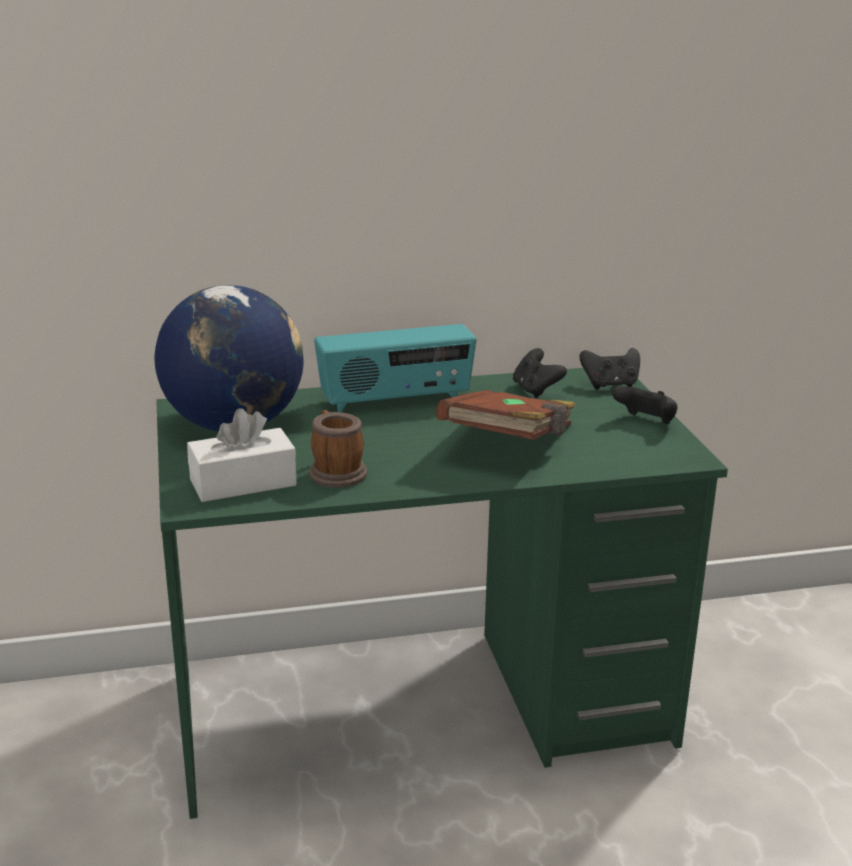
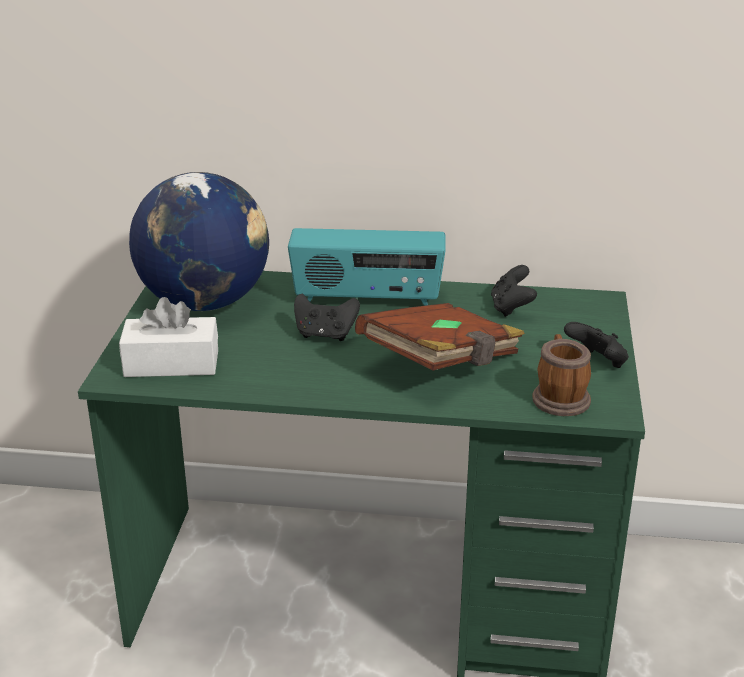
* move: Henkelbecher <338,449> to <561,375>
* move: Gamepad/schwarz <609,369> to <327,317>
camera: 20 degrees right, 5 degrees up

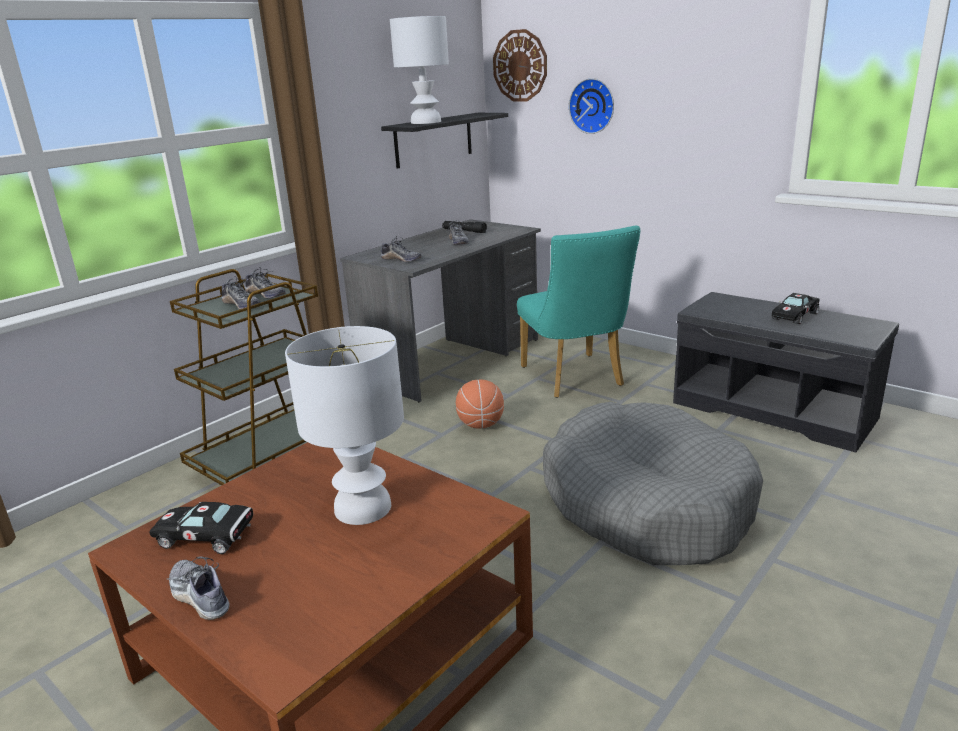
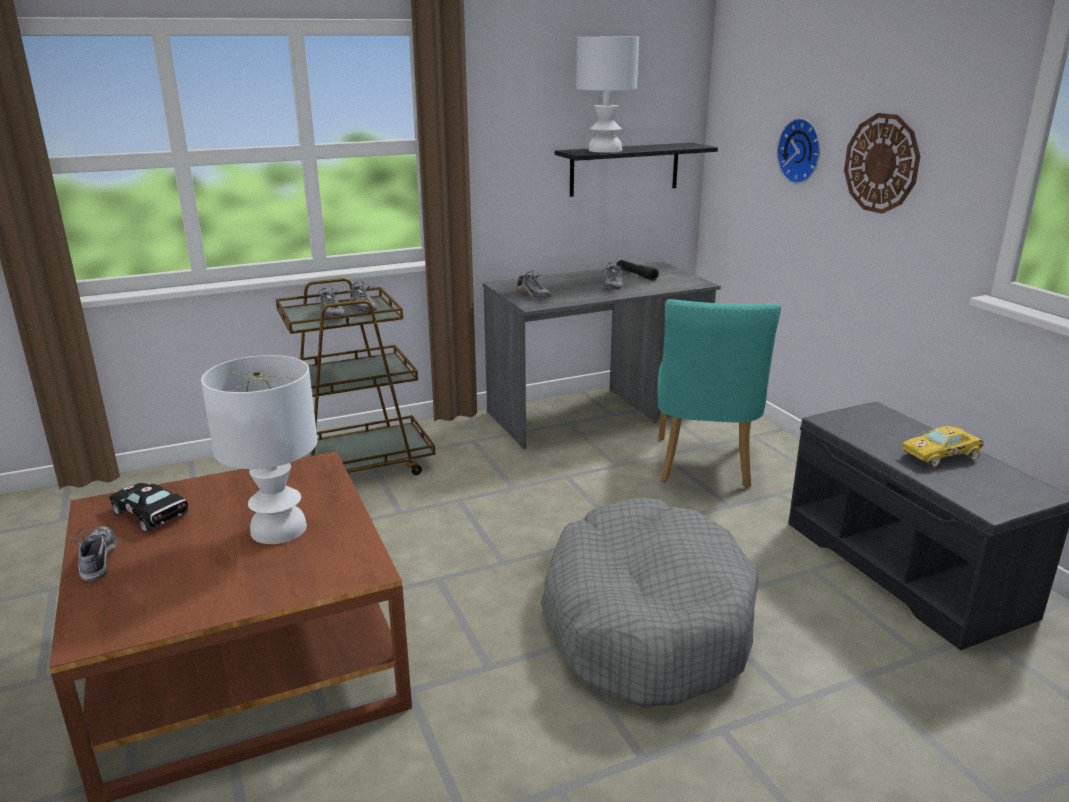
* delete: Basketball <480,404>
* move: Wanduhr <520,65> to <882,163>
* recolor: Spielzeugauto/schwarz <796,308> to Spielzeugauto/gelb <943,446>
camera: 25 degrees right, 0 degrees up

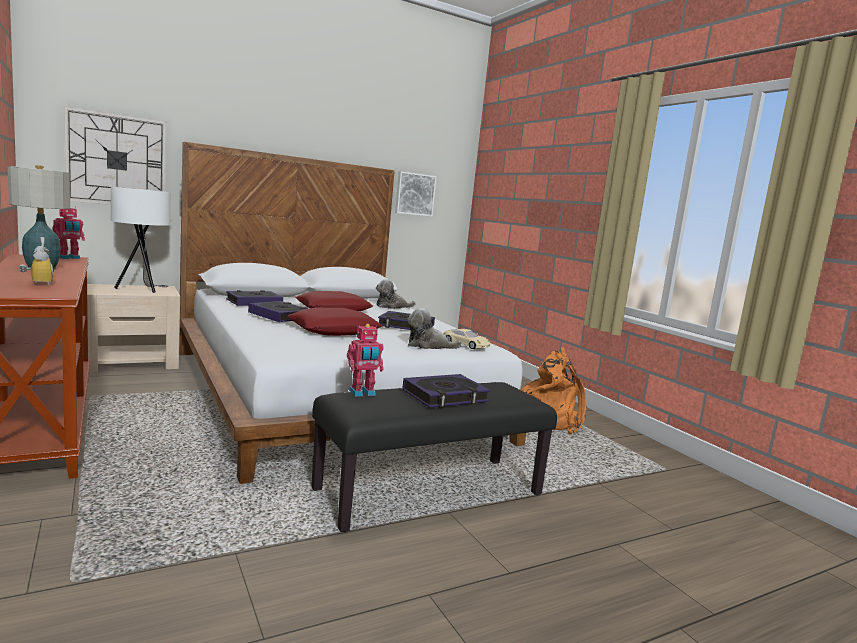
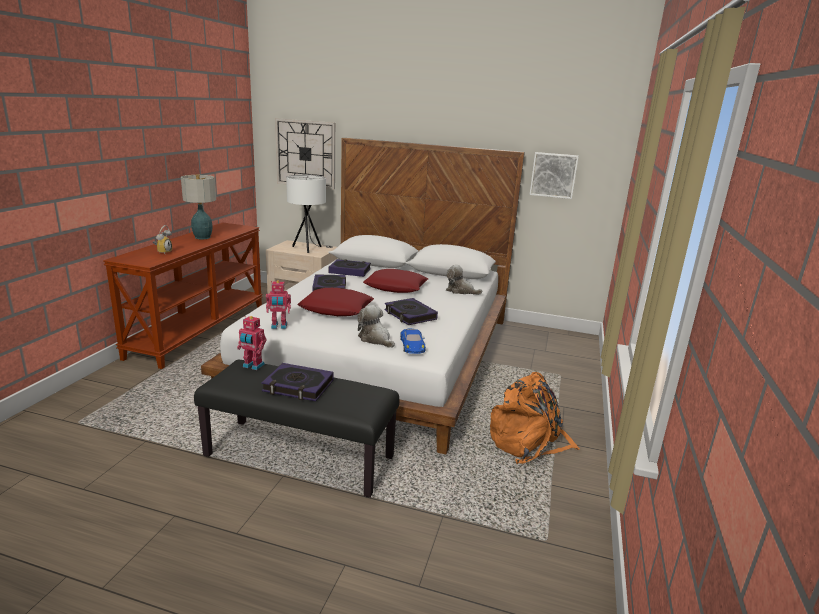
* move: Spielzeugroboter <68,233> to <278,304>
* recolor: Spielzeugauto/beige <466,339> to Spielzeugauto/blau <413,341>
camera: 45 degrees right, 10 degrees up

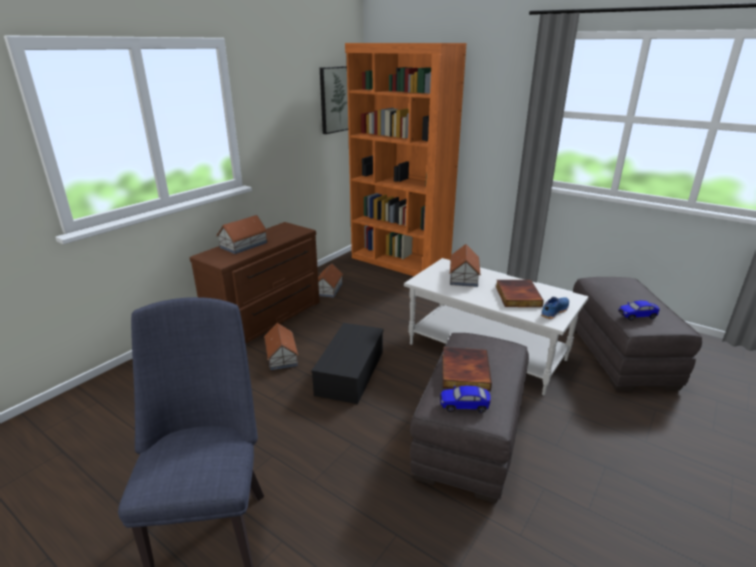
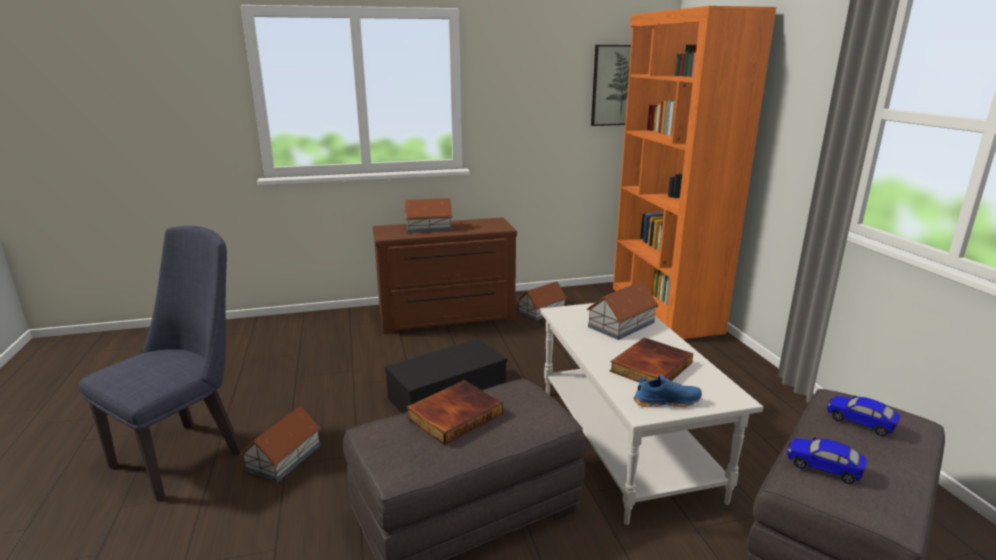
* move: Spielzeughaus <281,346> to <280,444>
* move: Spielzeugauto <465,399> to <863,416>
camera: 40 degrees right, 5 degrees down

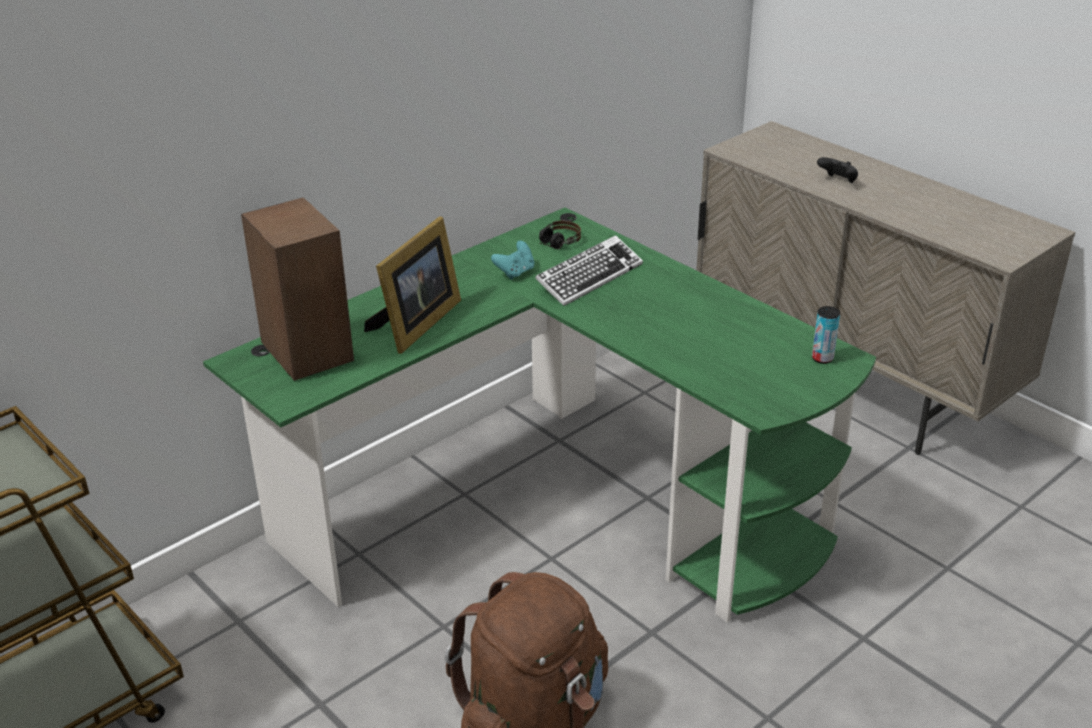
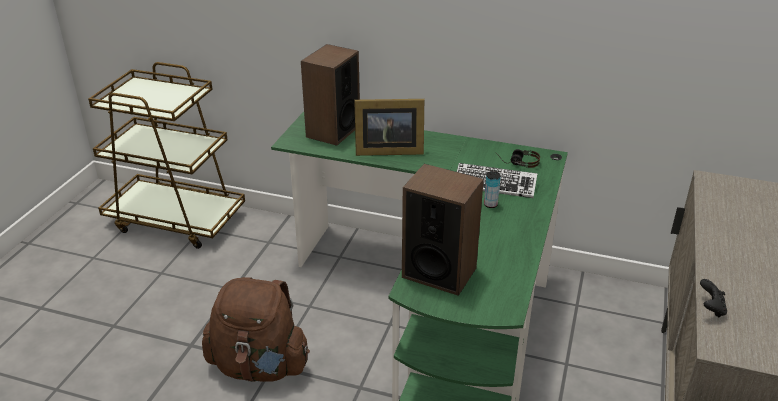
* delete: Gamepad/türkis <513,260>
* insert: Lautsprecher <443,230>
* move: Dose <826,335> to <492,189>
* move: Gamepad/schwarz <837,170> to <713,298>
camera: 60 degrees right, 0 degrees up

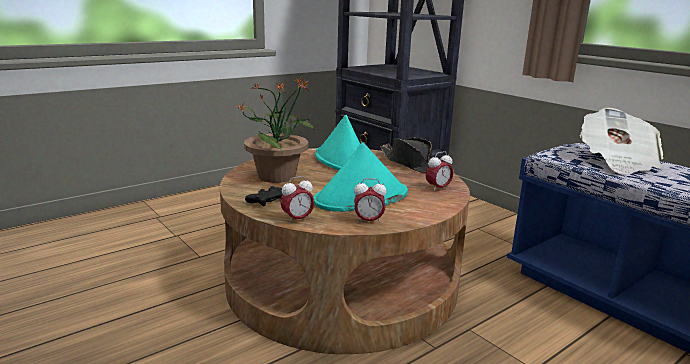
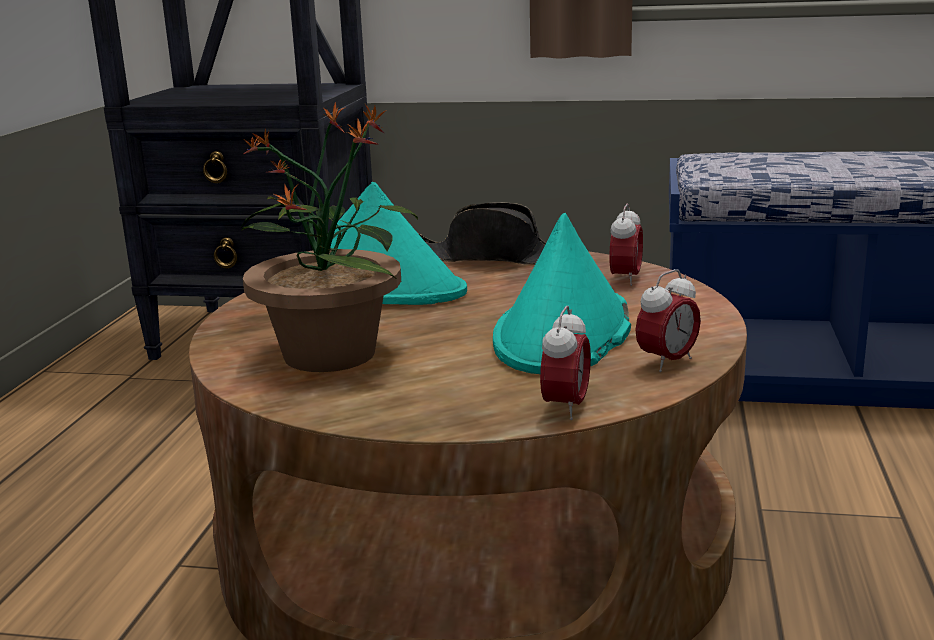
* delete: Gamepad/schwarz <264,196>
* delete: Zeitung <621,141>
camera: 40 degrees left, 0 degrees up

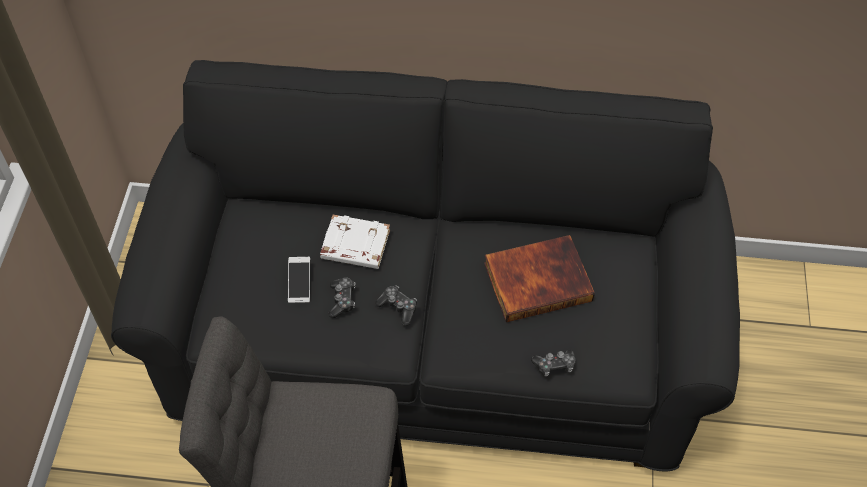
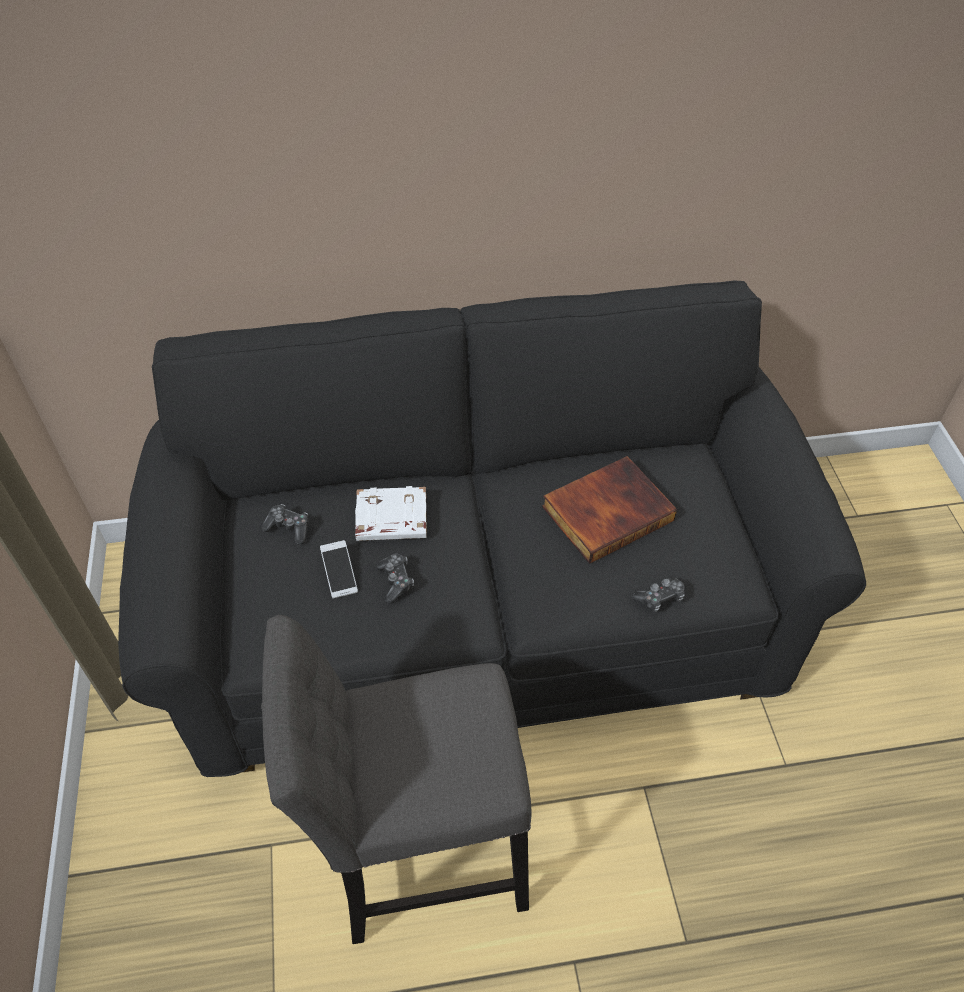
* move: Gamepad <396,306> to <285,524>
camera: 15 degrees left, 5 degrees down

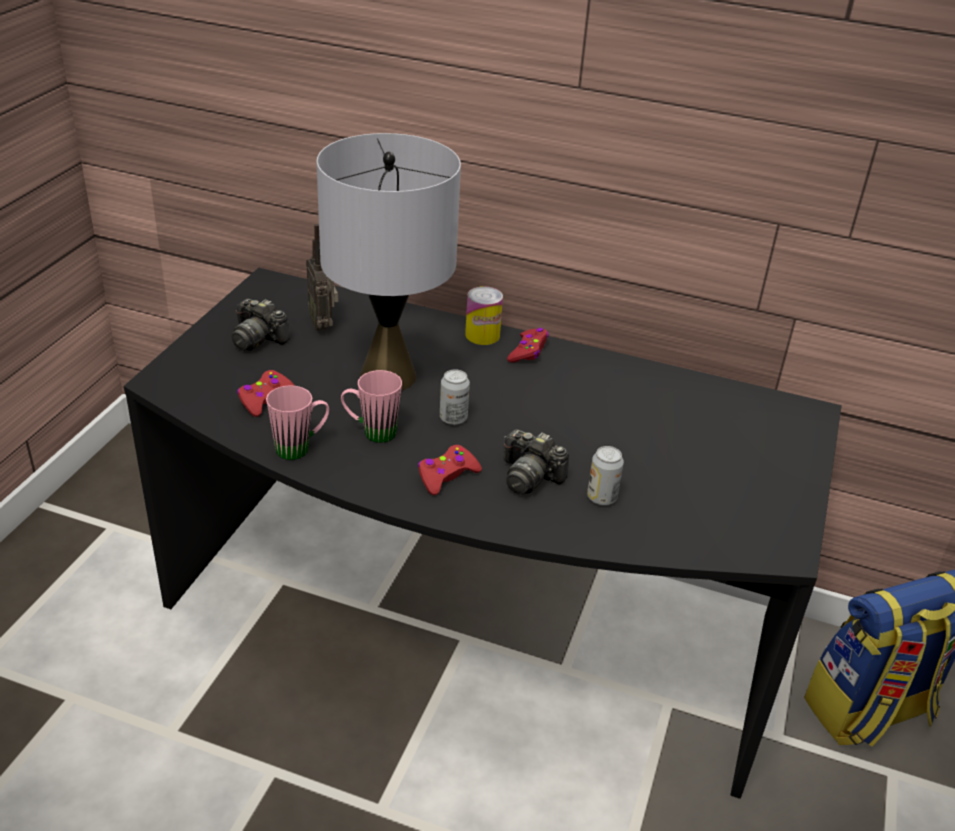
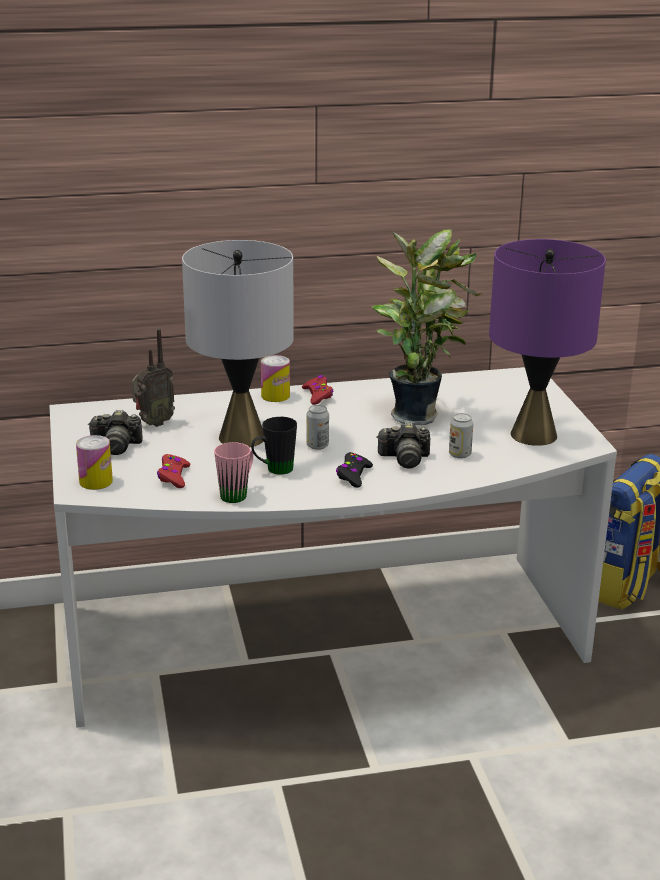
* insert: Dose <94,462>
* insert: Topfpflanze <427,327>
* insert: Tischlampe/lila <547,342>
* recolor: Schreibtisch/schwarz <483,533> to Schreibtisch/weiß <333,547>
* recolor: Henkelbecher/rosa <371,406> to Henkelbecher/schwarz <274,446>
* recolor: Gamepad/rot <450,470> to Gamepad/schwarz <354,470>
* rotate: Radio <322,277> = <153,378> 75 degrees counterclockwise
camera: 30 degrees left, 10 degrees down

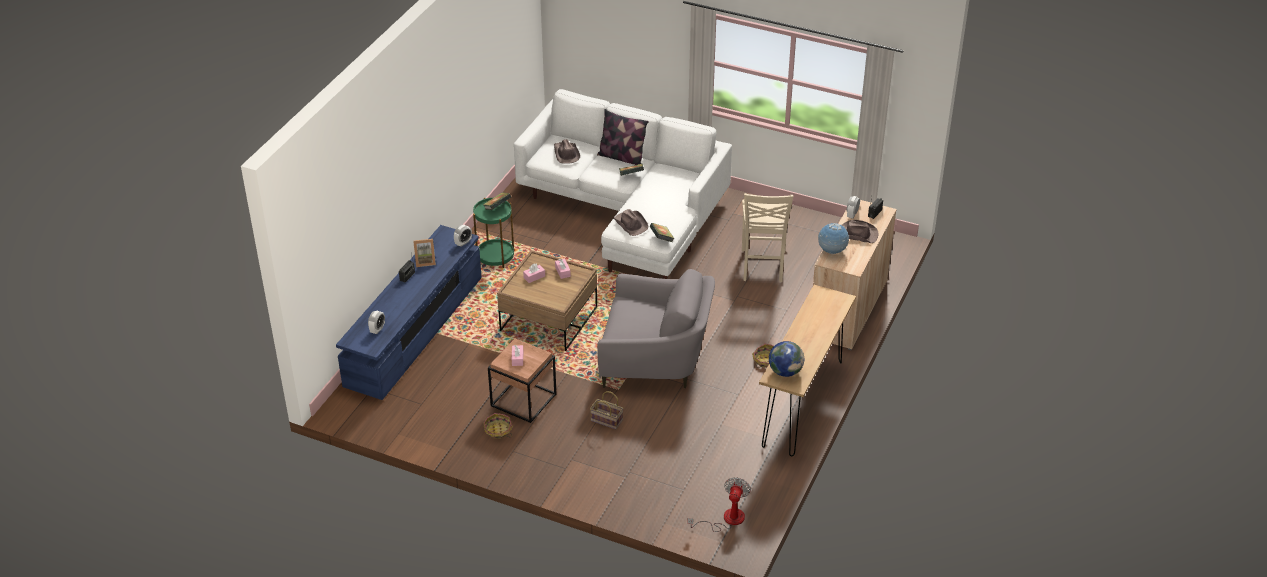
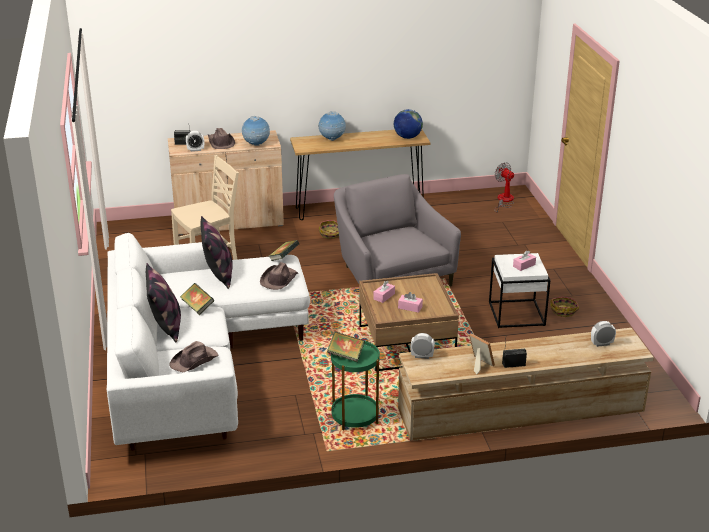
* delete: Korb <606,410>
* insert: Kissen <216,252>
* insert: Globus <332,126>
* recolor: Fernsehschrank/blau <409,312> to Fernsehschrank/beige <526,384>
* recolor: Beistelltisch/braun <522,380> to Beistelltisch/weiß <520,290>
* rotate: Ventilator <719,504> = <504,187> 75 degrees clockwise
camera: 125 degrees left, 10 degrees down

